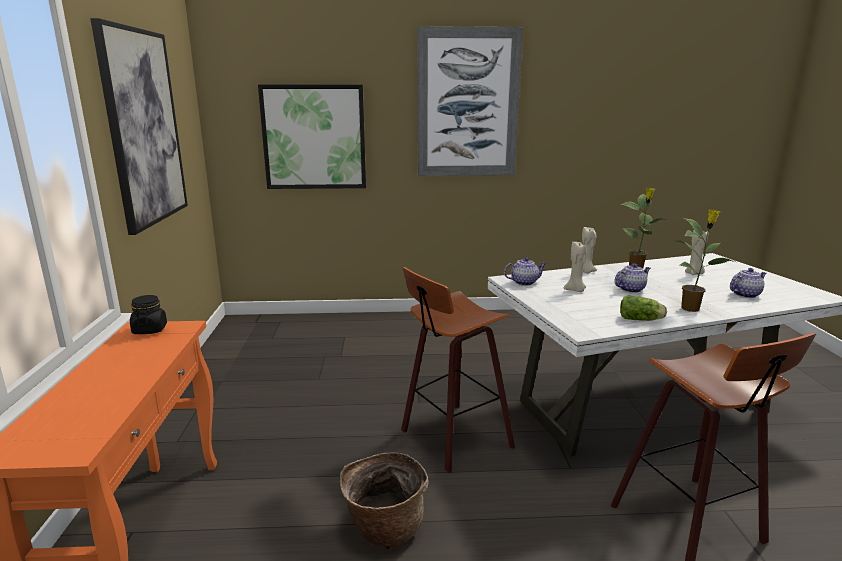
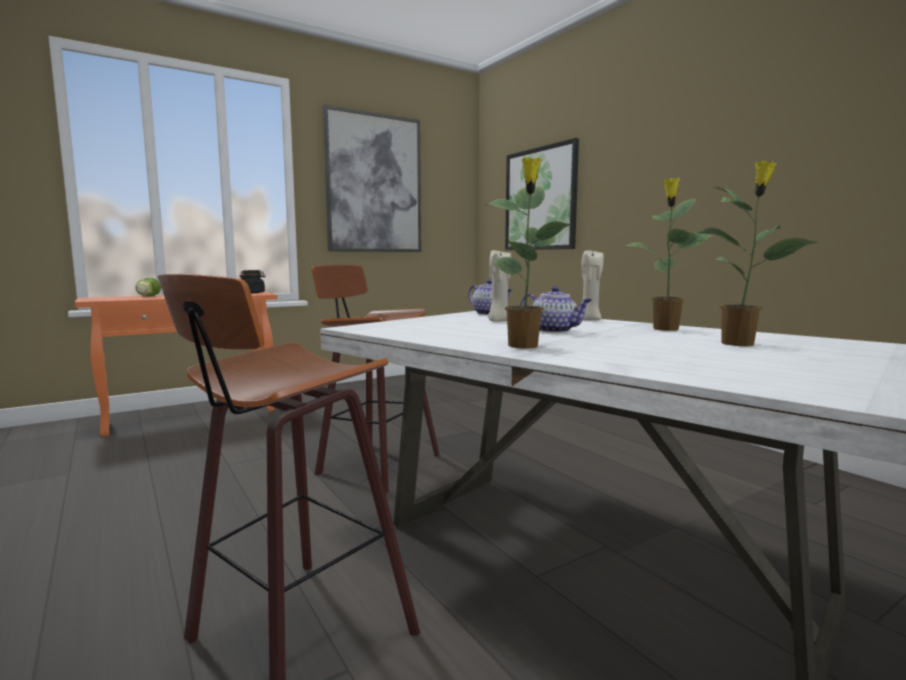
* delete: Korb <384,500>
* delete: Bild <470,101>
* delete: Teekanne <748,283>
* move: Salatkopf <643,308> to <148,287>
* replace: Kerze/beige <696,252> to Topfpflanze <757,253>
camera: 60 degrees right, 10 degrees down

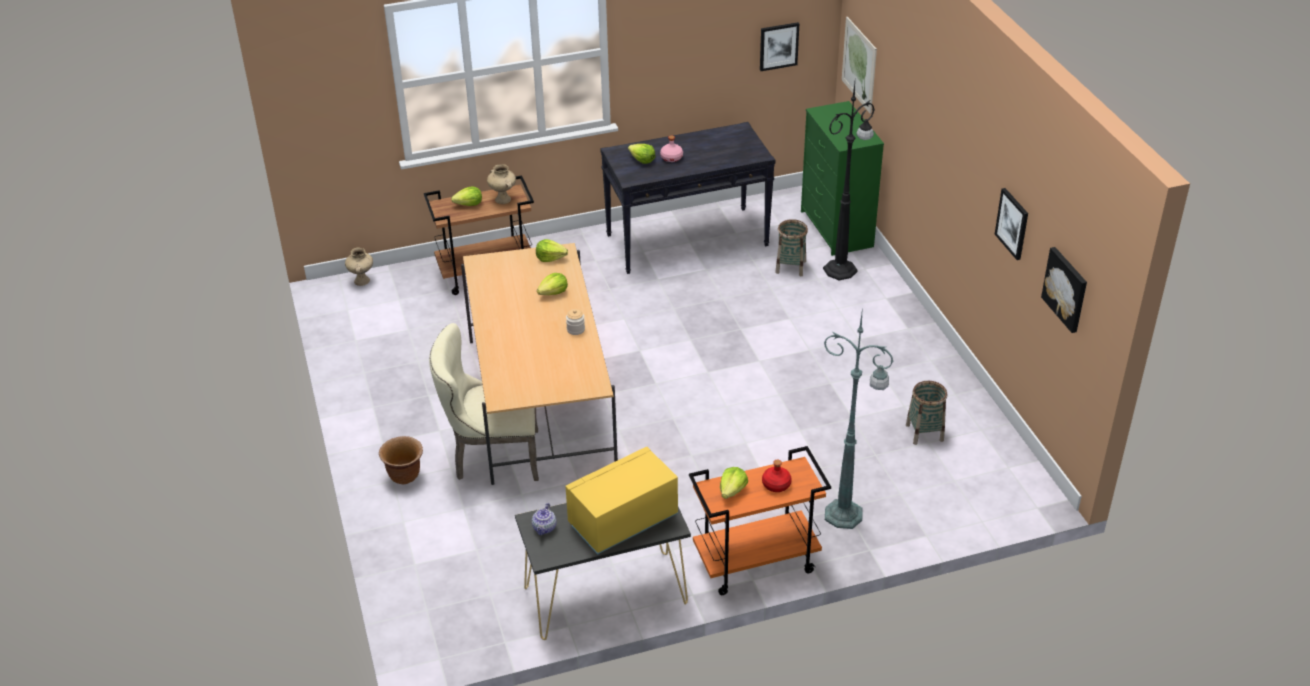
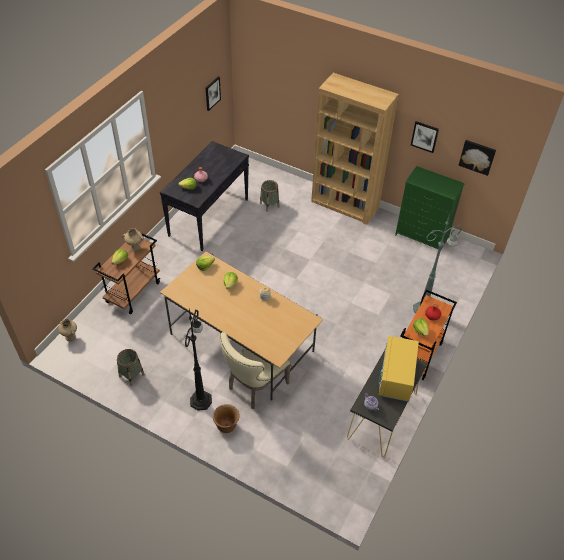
* delete: Bild <859,65>
* insert: Bücherregal/braun <355,149>
* move: Kommode/grün <842,178> to <430,207>
* move: Stehlampe/schwarz <849,181> to <198,359>
* move: Korb <926,413> to <131,367>
camera: 45 degrees left, 10 degrees up

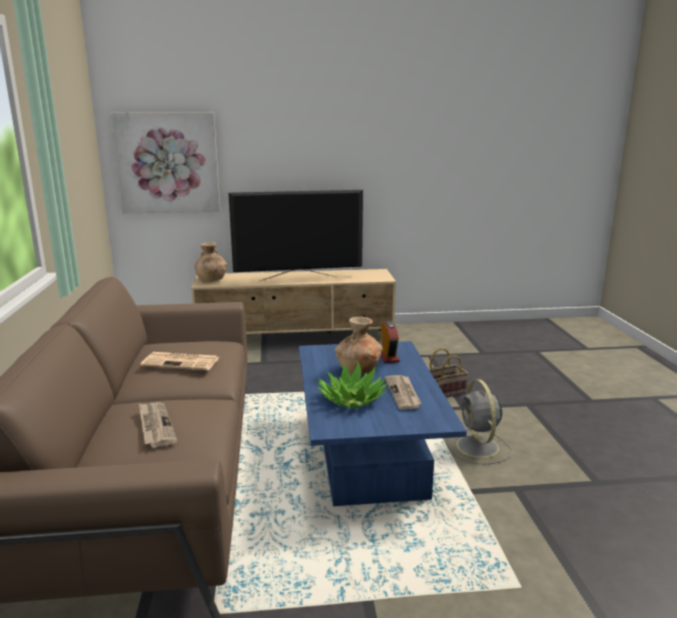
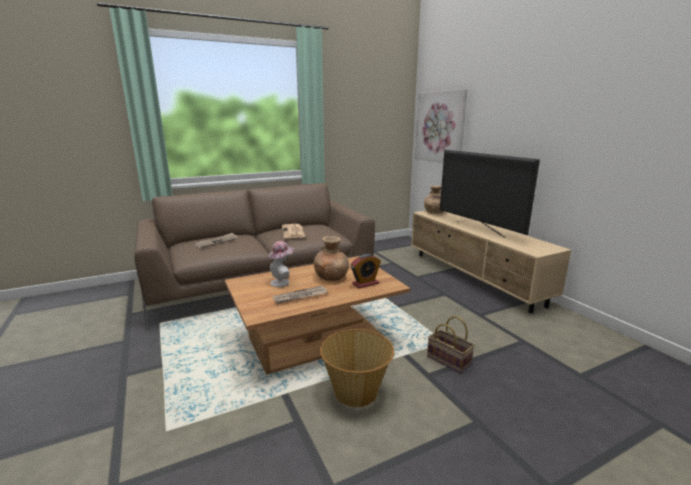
* replace: Topfpflanze <352,385> to Hut <281,264>
* replace: Ventilator/grau <479,421> to Korb <357,368>
* recolor: Couchtisch/blau <383,423> to Couchtisch/braun <317,315>
camera: 70 degrees right, 0 degrees up

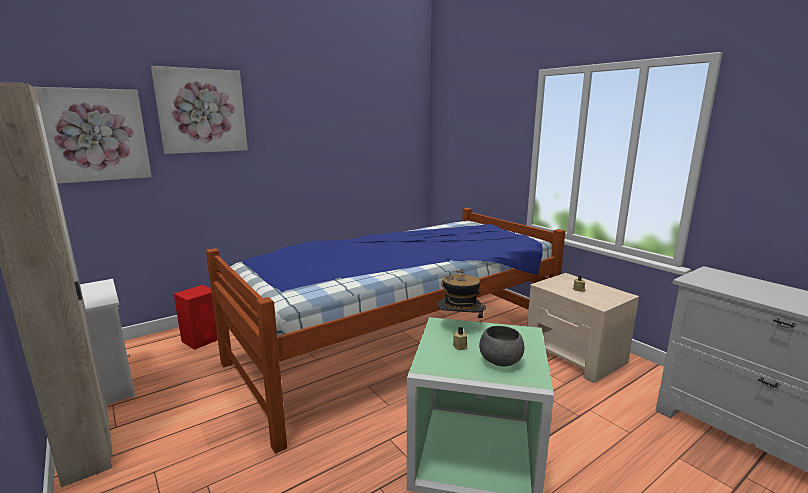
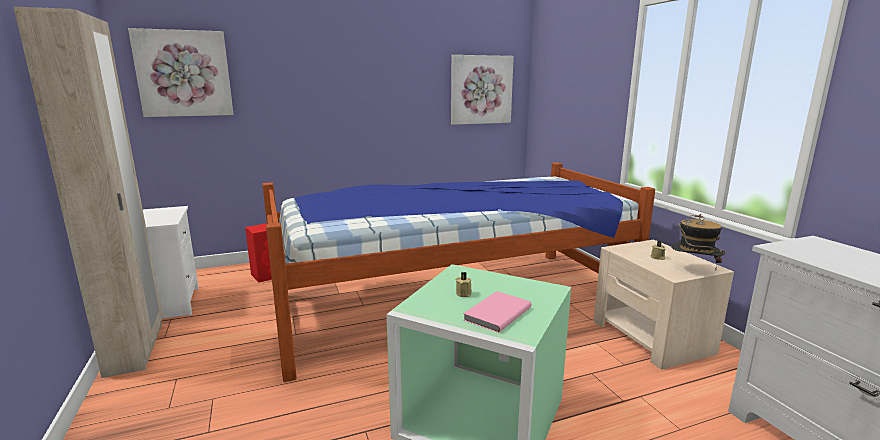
* move: Bild <199,110> to <482,90>
* move: Hut <461,293> to <698,241>
* replace: Schüssel/grau <501,346> to Buch/rosa <497,312>
camera: 15 degrees right, 0 degrees up

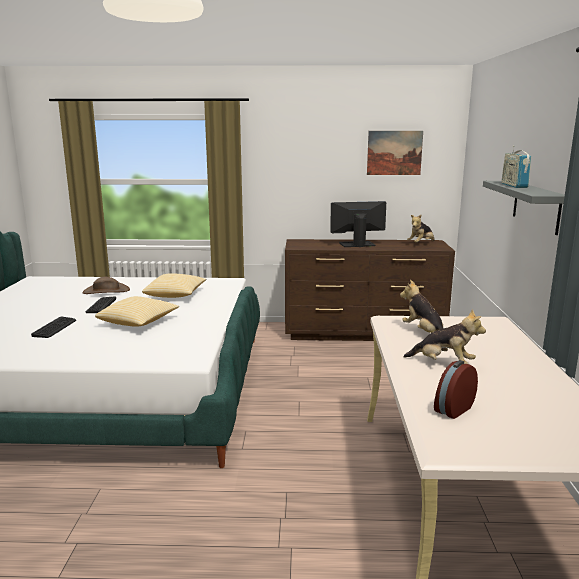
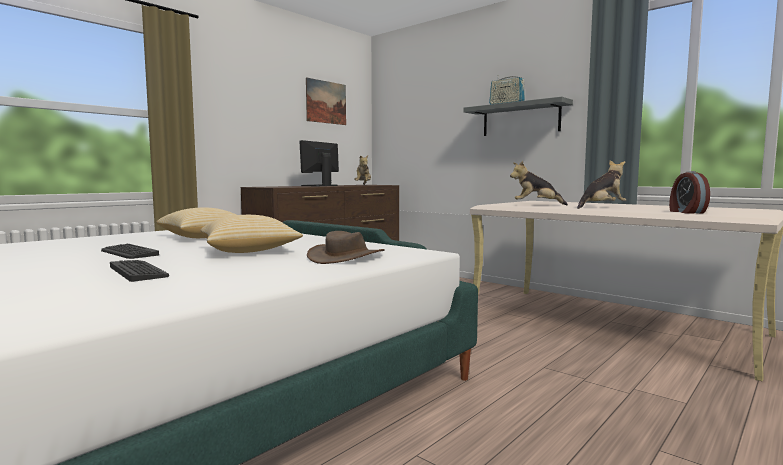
* move: Hut/braun <106,285> to <346,247>
camera: 50 degrees left, 10 degrees down

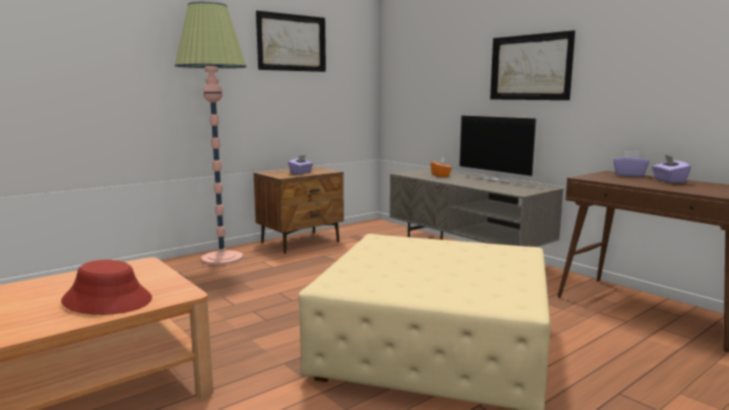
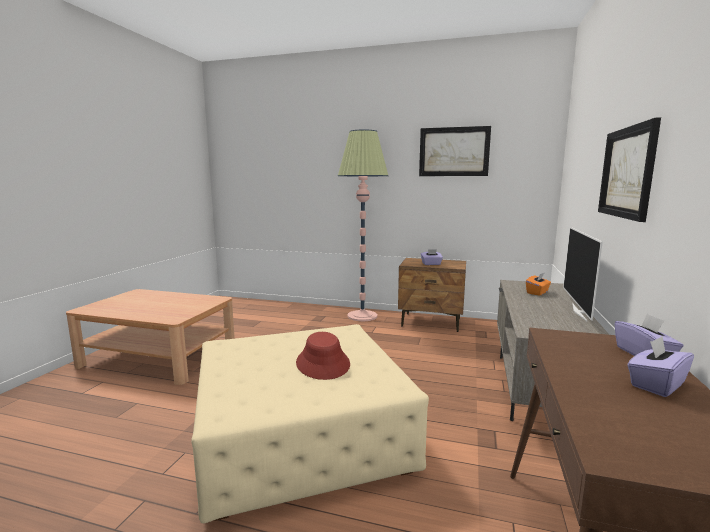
* move: Hut/rot <106,287> to <323,356>
camera: 55 degrees right, 0 degrees up

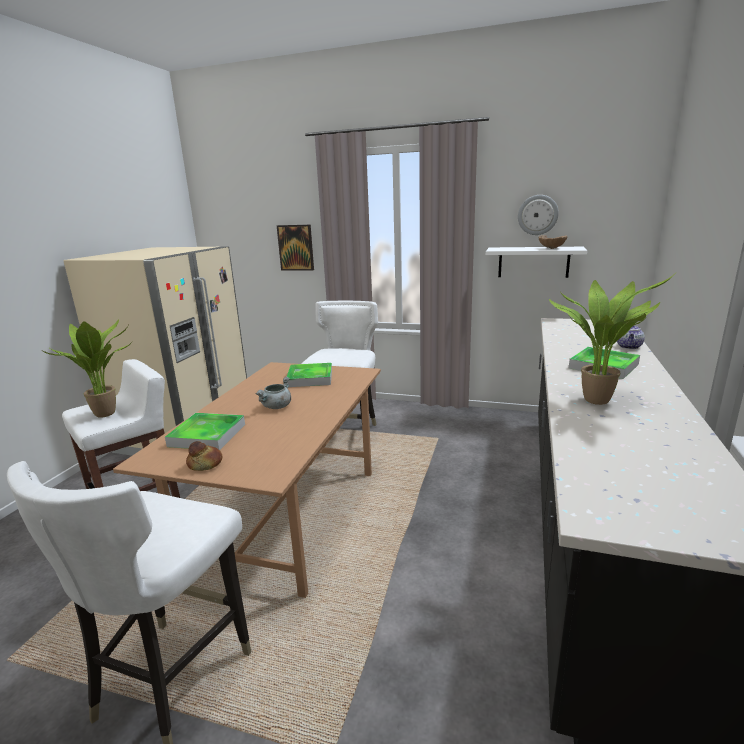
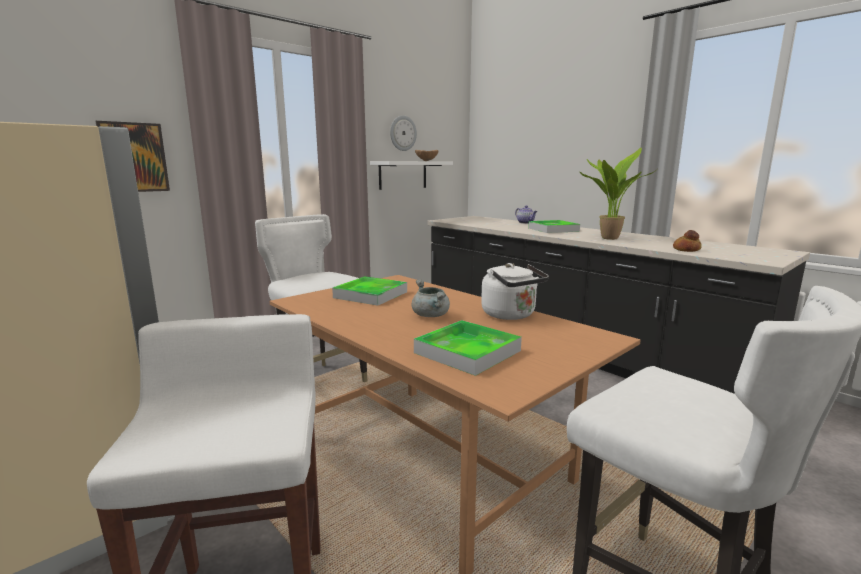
* delete: Topfpflanze <87,368>
* insert: Wasserkessel/weiß <515,291>
* move: Brot <204,456> to <687,241>
camera: 60 degrees left, 5 degrees down

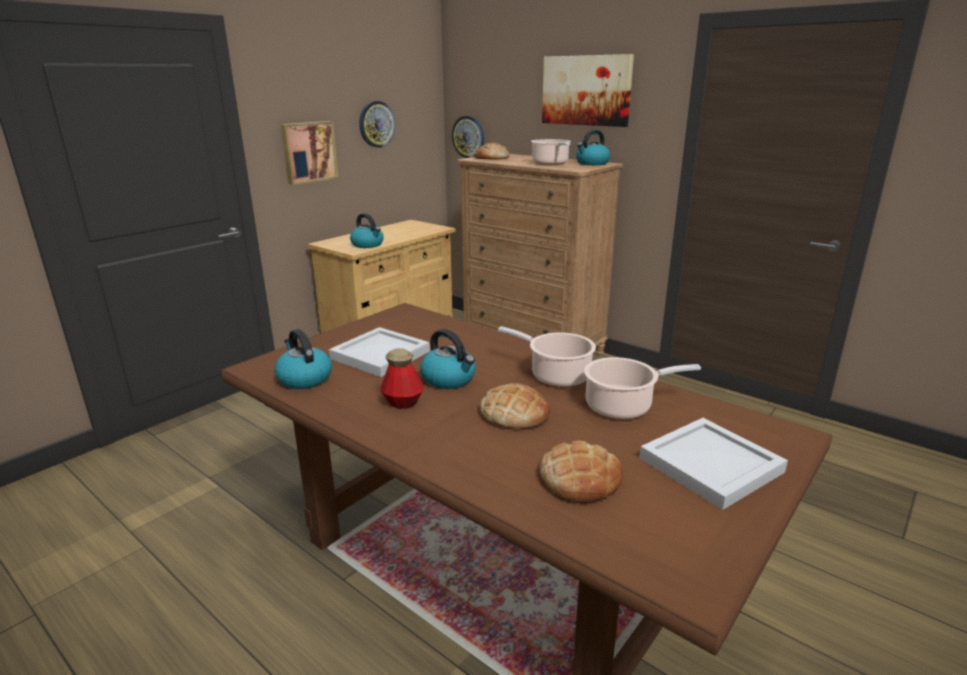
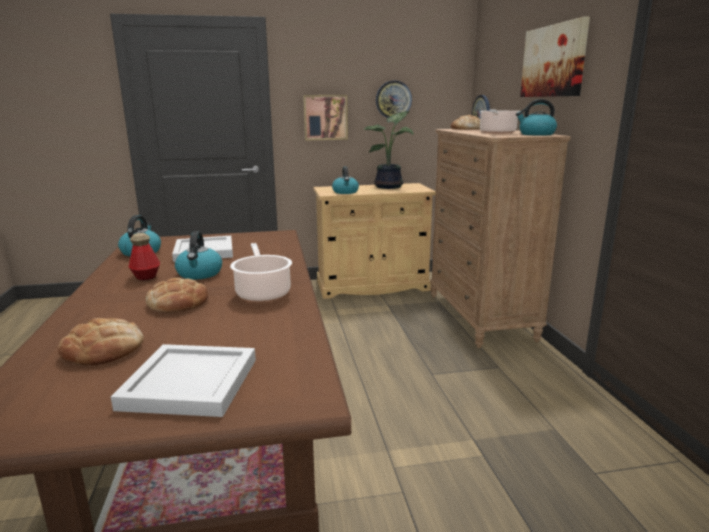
* delete: Kochtopf <642,388>
* insert: Topfpflanze <388,150>
camera: 40 degrees right, 5 degrees down

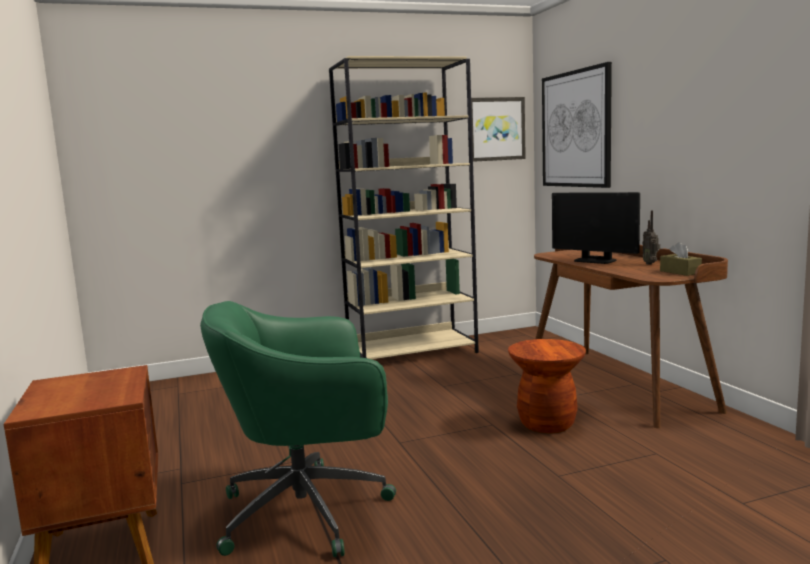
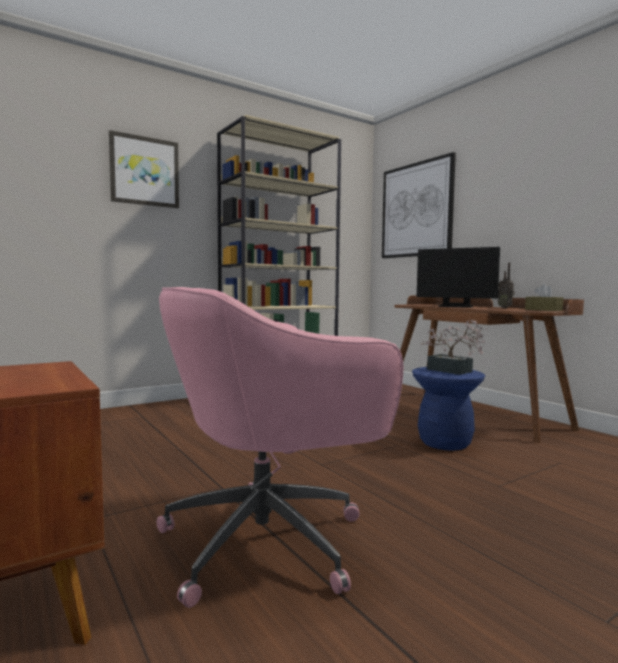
* insert: Topfpflanze <454,347>
* move: Bild <498,129> to <144,169>
* recolor: Bürostuhl/grün <298,429> to Bürostuhl/rosa <279,447>
* recolor: Hocker/braun <547,386> to Hocker/blau <448,409>
camera: 15 degrees left, 5 degrees down

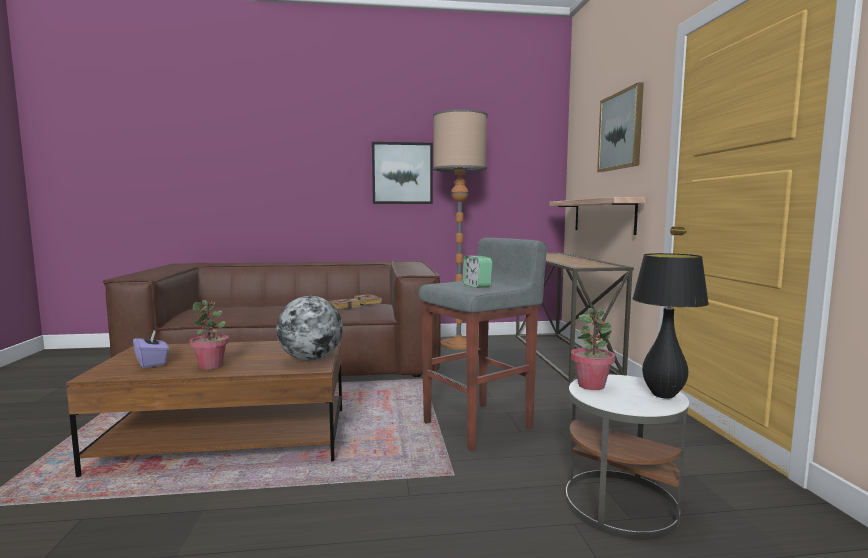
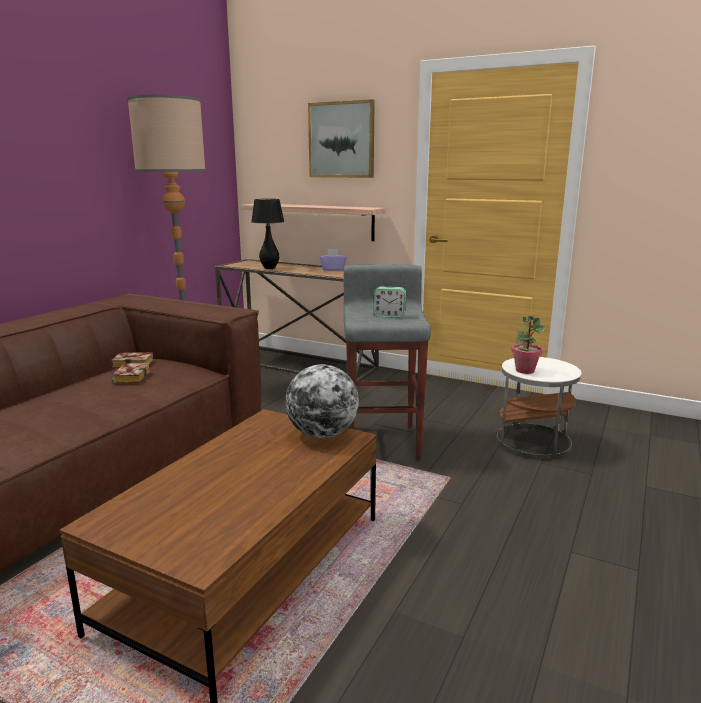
* delete: Topfpflanze <209,334>
* delete: Bild <402,173>
* move: Taschentuchbox/lila <151,349> to <333,260>
* move: Tischlampe/schwarz <670,326> to <267,234>
camera: 55 degrees left, 10 degrees up

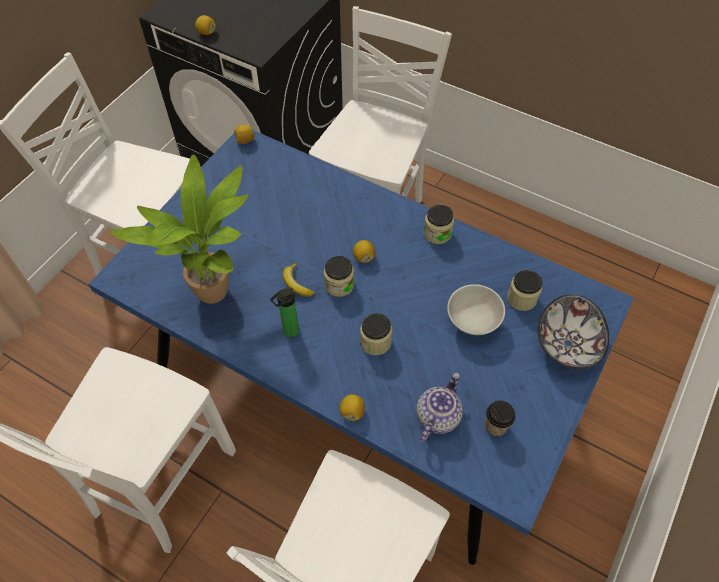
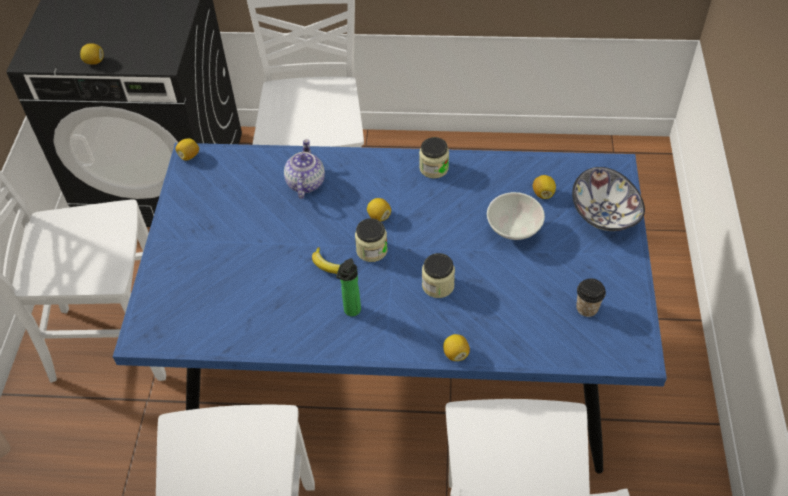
* delete: Topfpflanze <178,229>
* move: Teekanne <439,407> to <304,169>
* replace: Vorratsglas <524,290> to Zitrone <544,187>
camera: 25 degrees left, 5 degrees down

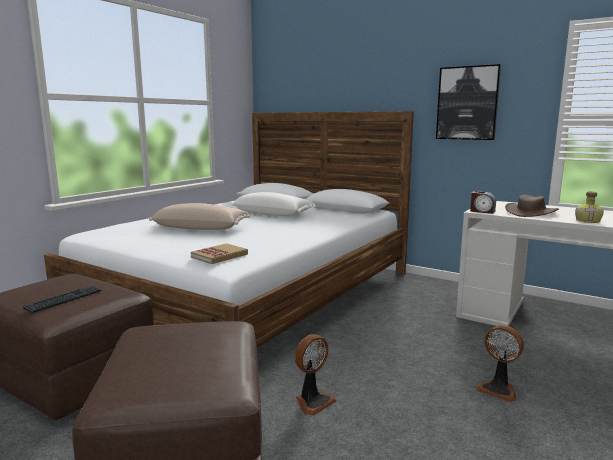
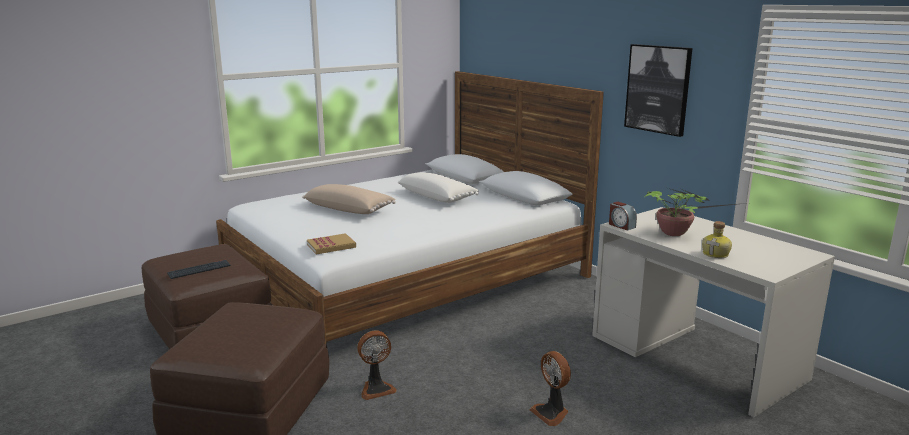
* replace: Hut/braun <532,206> to Topfpflanze <695,212>
camera: 20 degrees right, 5 degrees up

